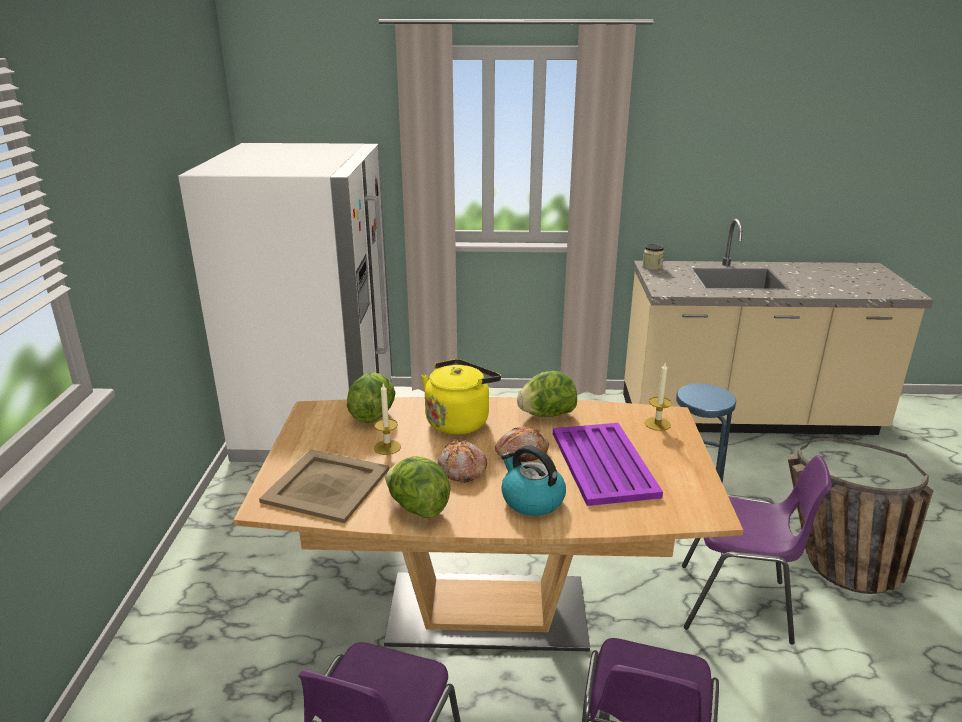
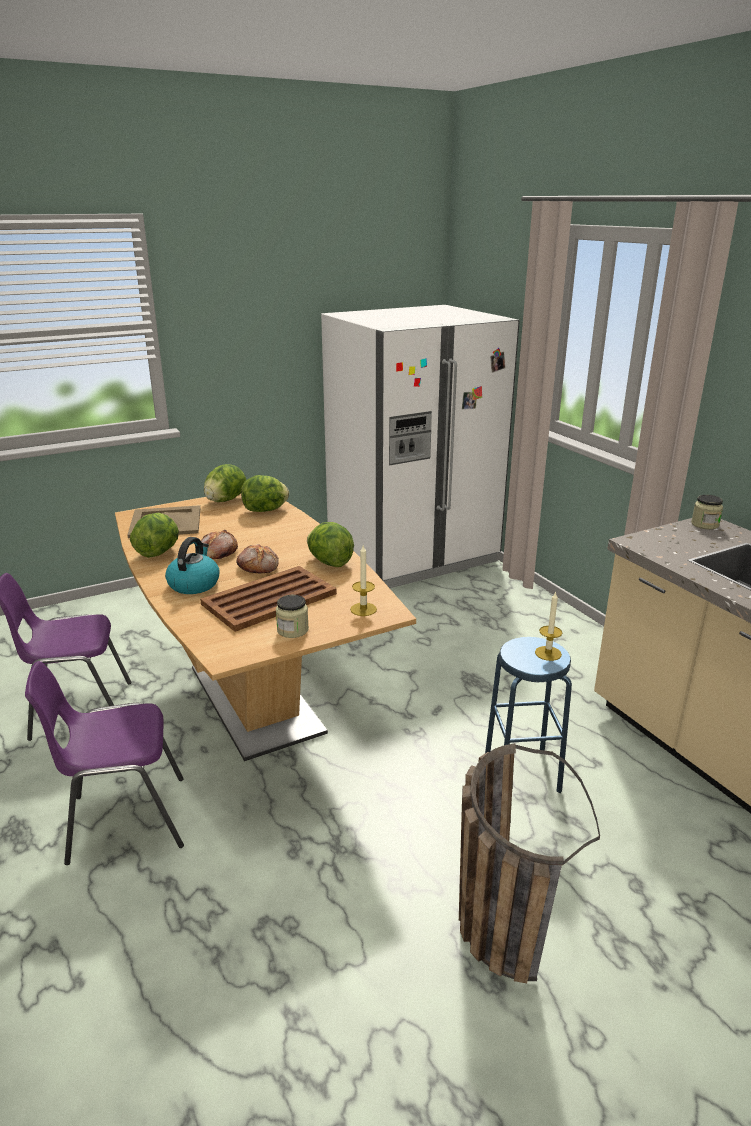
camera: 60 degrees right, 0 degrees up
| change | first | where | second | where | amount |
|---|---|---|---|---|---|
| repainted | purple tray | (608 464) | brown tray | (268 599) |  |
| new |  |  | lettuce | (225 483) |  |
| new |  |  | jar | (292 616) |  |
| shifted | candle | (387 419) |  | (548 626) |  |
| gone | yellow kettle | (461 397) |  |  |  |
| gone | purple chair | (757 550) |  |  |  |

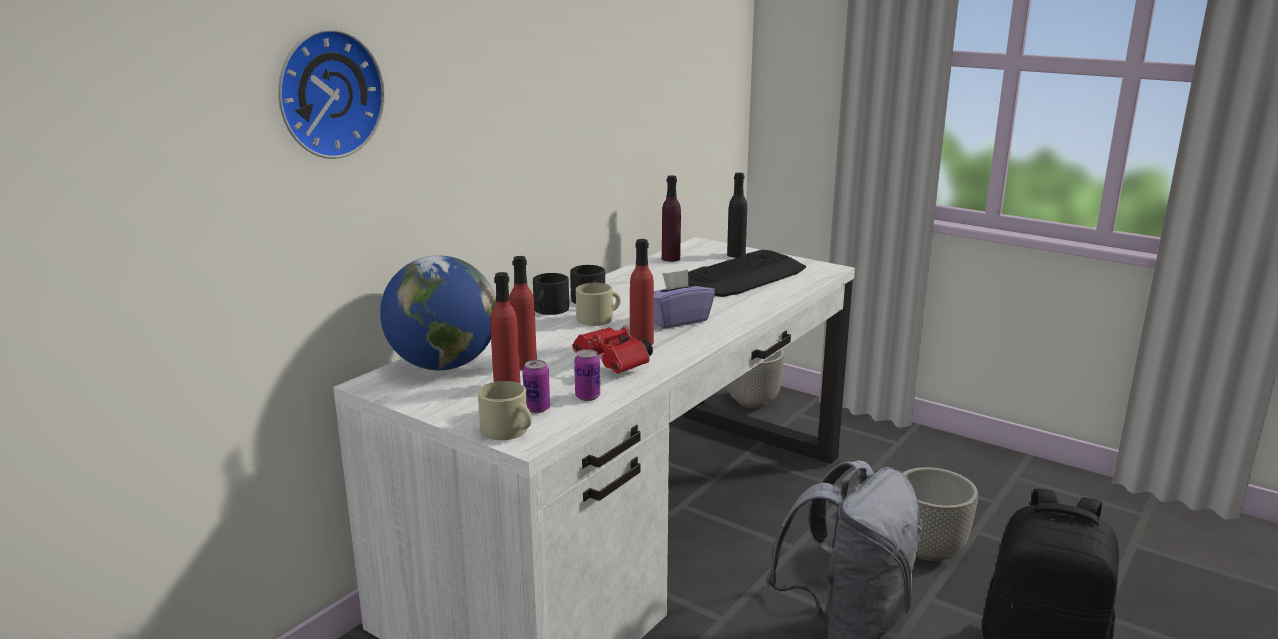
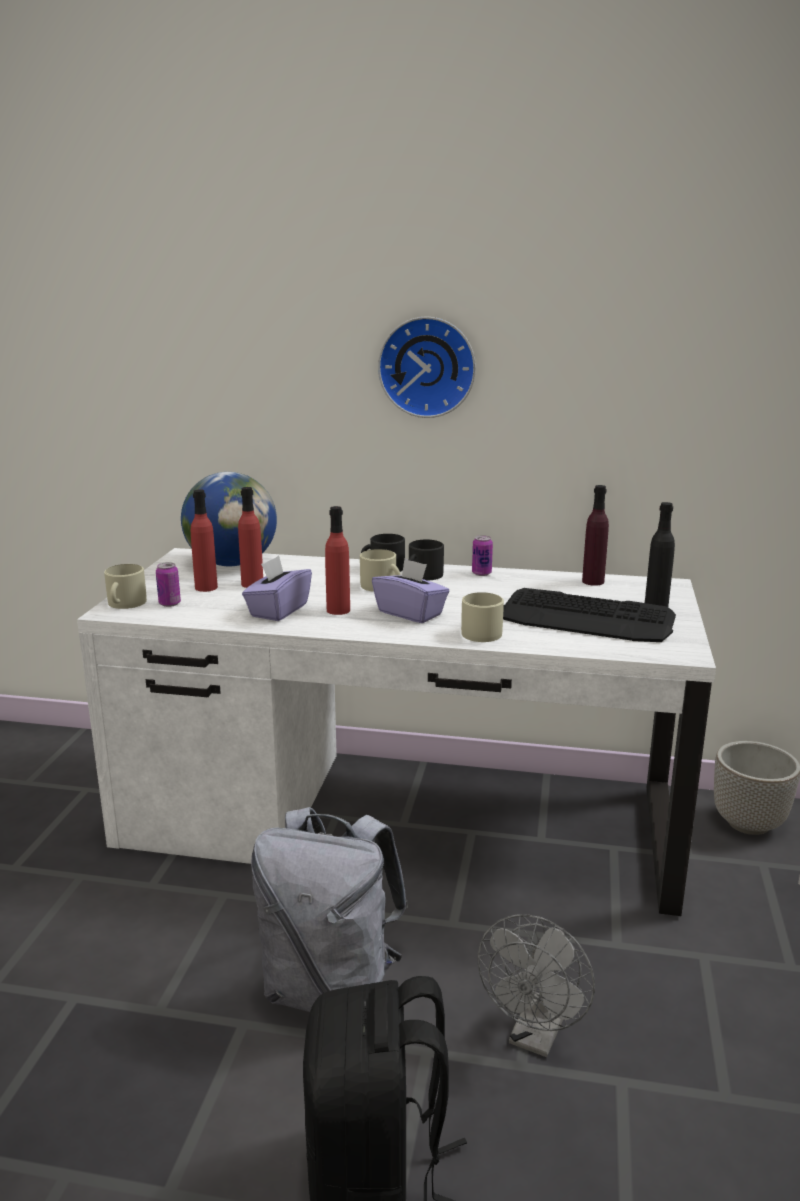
camera: 65 degrees right, 0 degrees up
| change | first | where | second | where | amount |
|---|---|---|---|---|---|
| swapped | red binoculars | (613 349) | purple tissue box | (277 588) |  |
| shifted | wall clock | (331 94) |  | (427 367) |  |
| new |  |  | beige mug | (482 617) |  |
| shifted | can | (587 375) |  | (482 555) |  |
| swapped | planter | (940 514) | grey fan | (536 985) |  |

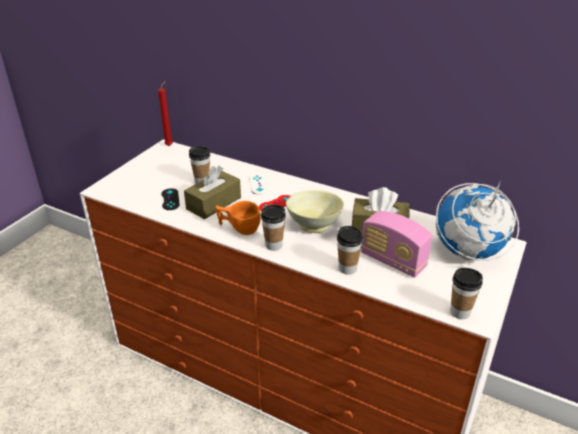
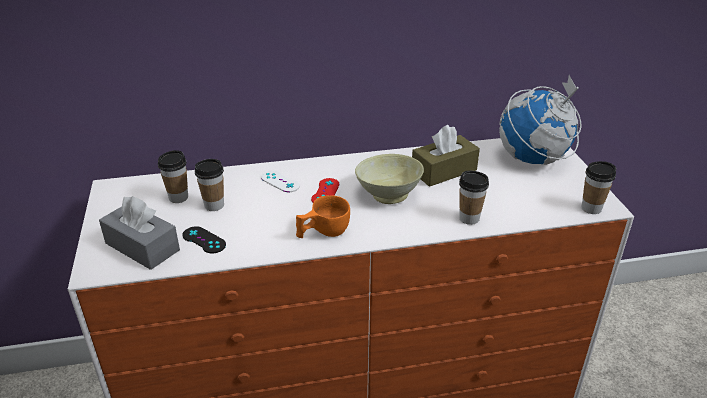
camera: 40 degrees left, 0 degrees up
| change | first | where | second | where | amount |
|---|---|---|---|---|---|
| new |  |  | grey tissue box | (139 233) |  |
| shifted | cup | (273 228) |  | (173 176) |  |
| gone | red candle | (165 113) |  |  |  |
| gone | brown tissue box | (212 192) |  |  |  |
| gone | radio | (396 244) |  |  |  |

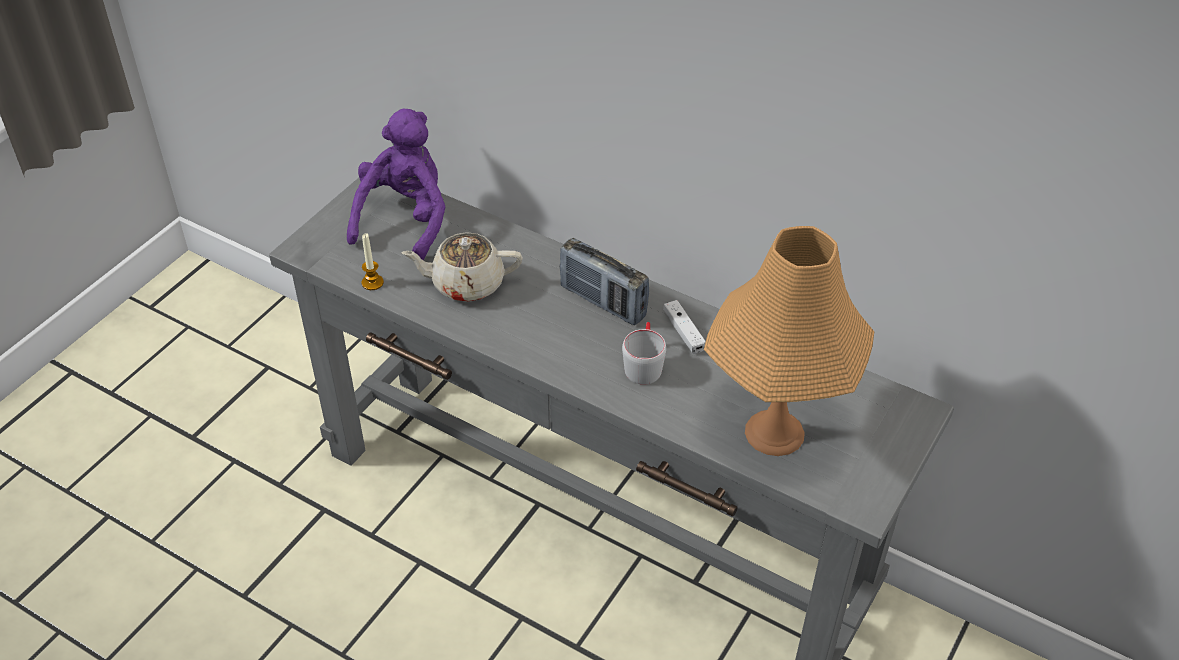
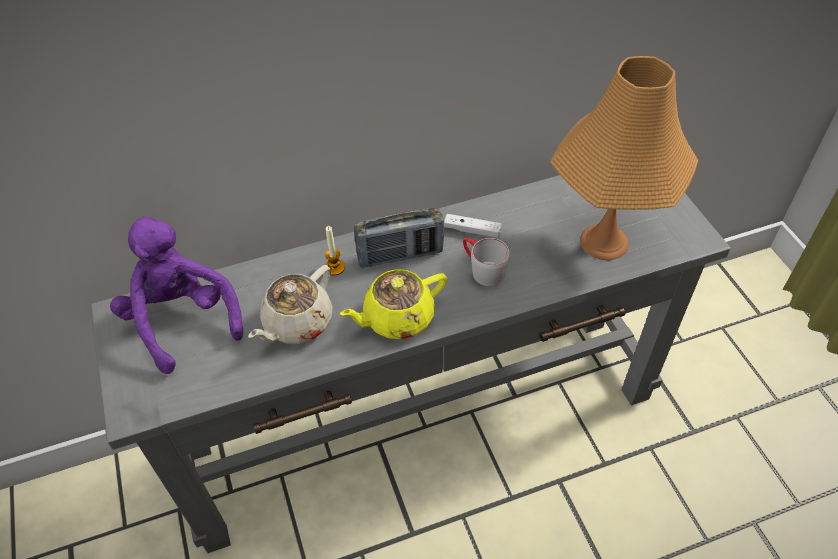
camera: 50 degrees left, 5 degrees up
| change | first | where | second | where | amount |
|---|---|---|---|---|---|
| shifted | candle | (373 261) |  | (335 250) |  |
| new |  |  | yellow teapot | (393 304) |  |

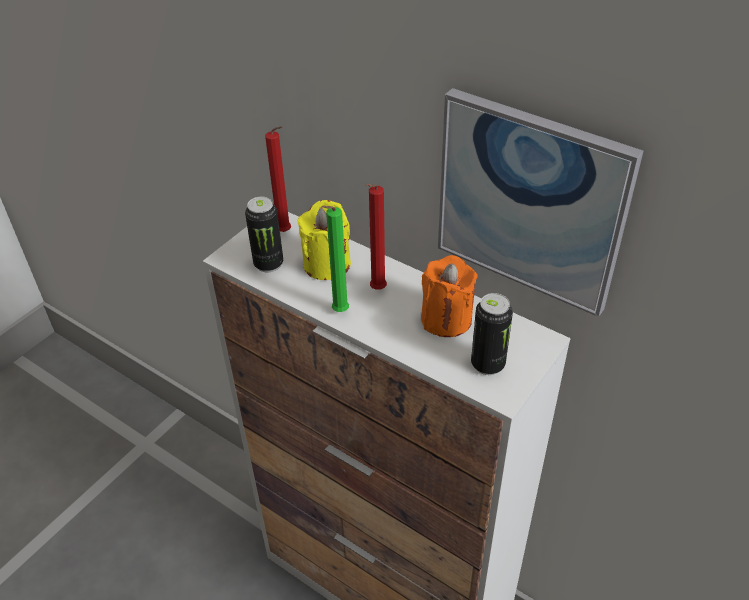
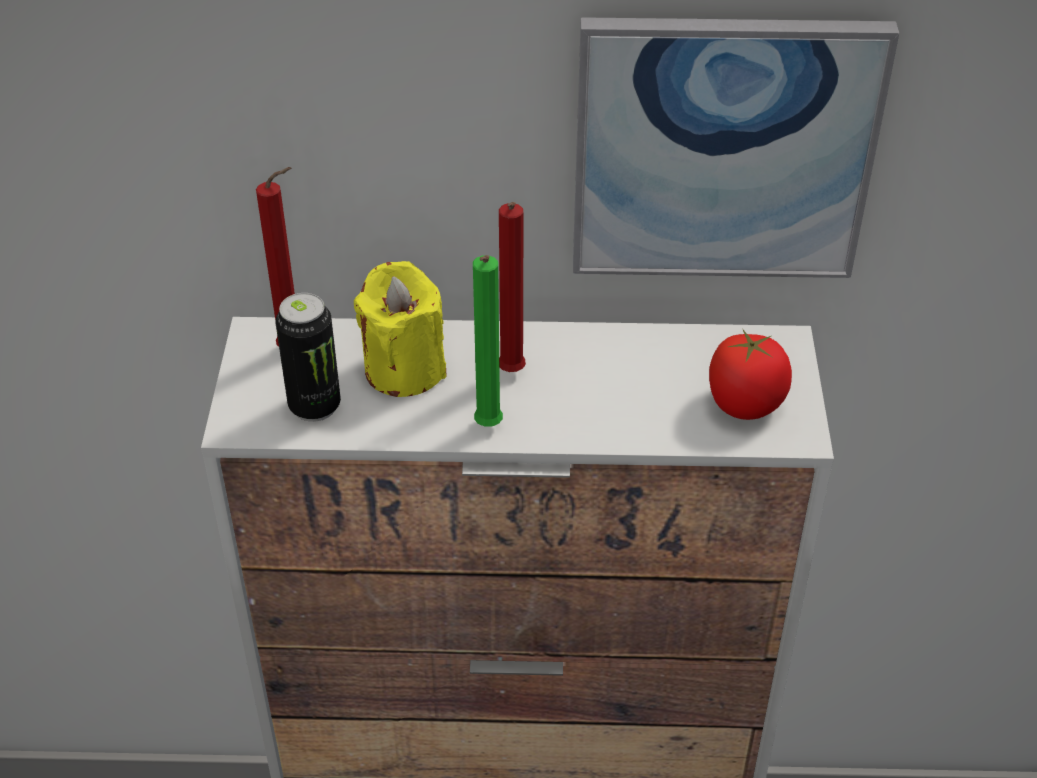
camera: 35 degrees left, 0 degrees up
| change | first | where | second | where | amount |
|---|---|---|---|---|---|
| swapped | can | (492 334) | tomato | (750 375) |  |
| gone | orange candle | (449 296) |  |  |  |

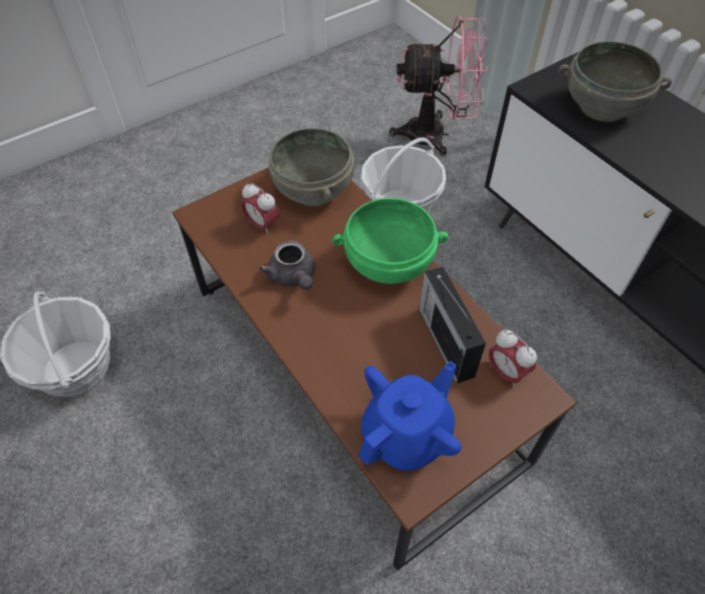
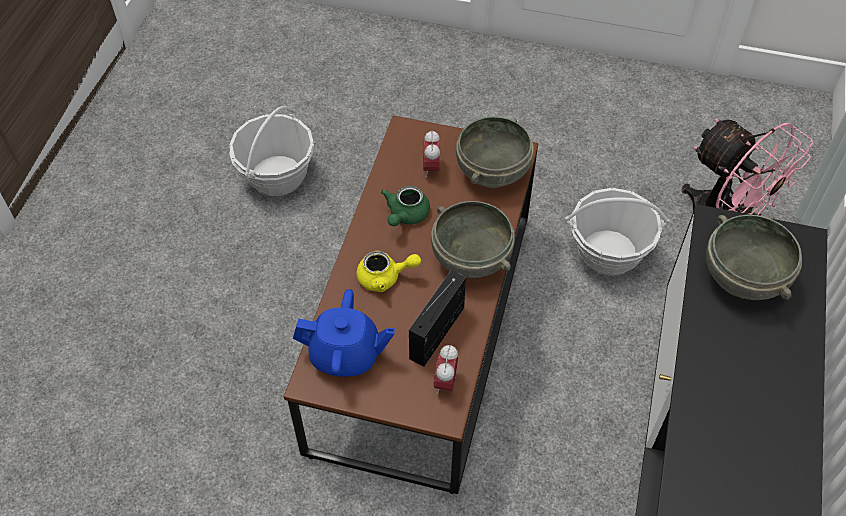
camera: 50 degrees right, 0 degrees up
| change | first | where | second | where | amount |
|---|---|---|---|---|---|
| new |  |  | yellow teapot | (389 271) |  |
| repainted | grey teapot | (287 265) | green teapot | (405 206) |  |
| repainted | green bowl | (390 241) | grey bowl | (473 239) |  |

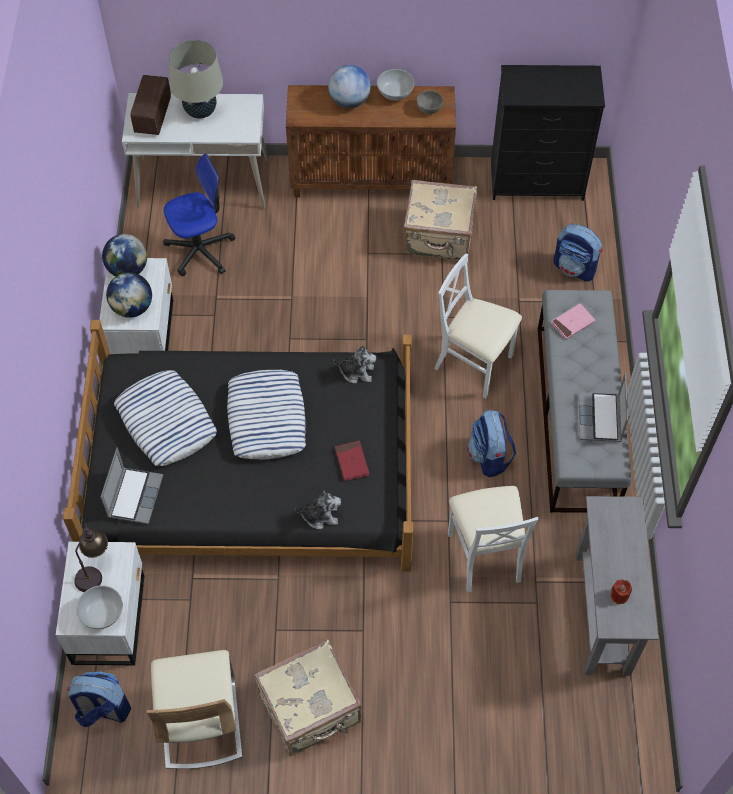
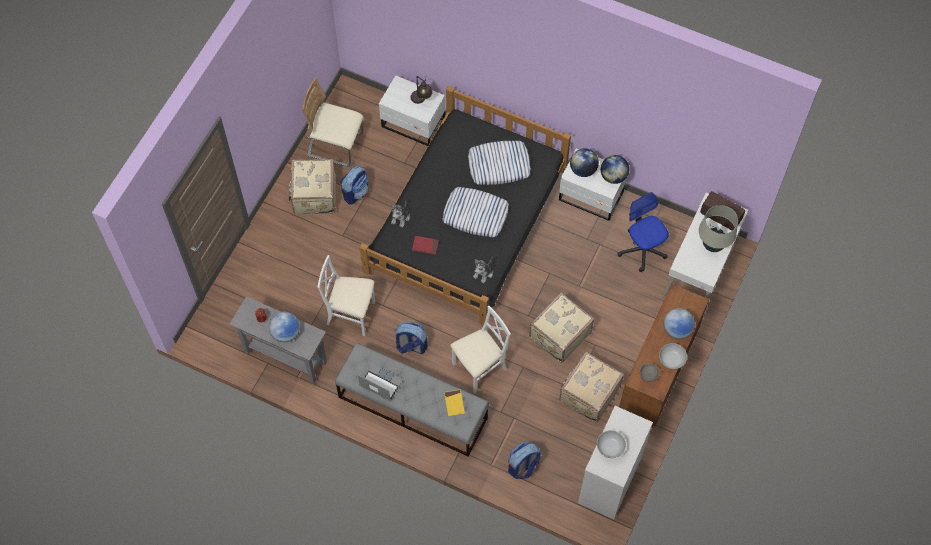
camera: 115 degrees right, 5 degrees up
| change | first | where | second | where | amount |
|---|---|---|---|---|---|
| new |  |  | globe | (284 327) |  |
| shifted | backpack | (98 699) |  | (354 185) |  |
| repainted | pink book | (573 321) | yellow book | (454 402) |  |
| new |  |  | beige suitcase | (561 327) |  |
| repainted | black dresser | (548 133) | white dresser | (615 463) |  |
| shifted | white bowl | (99 607) |  | (611 444) |  |
| rotated | office chair | (199 215) |  | (643 232) | 150 degrees clockwise |
| gone | laptop | (132 486) |  |  |  |

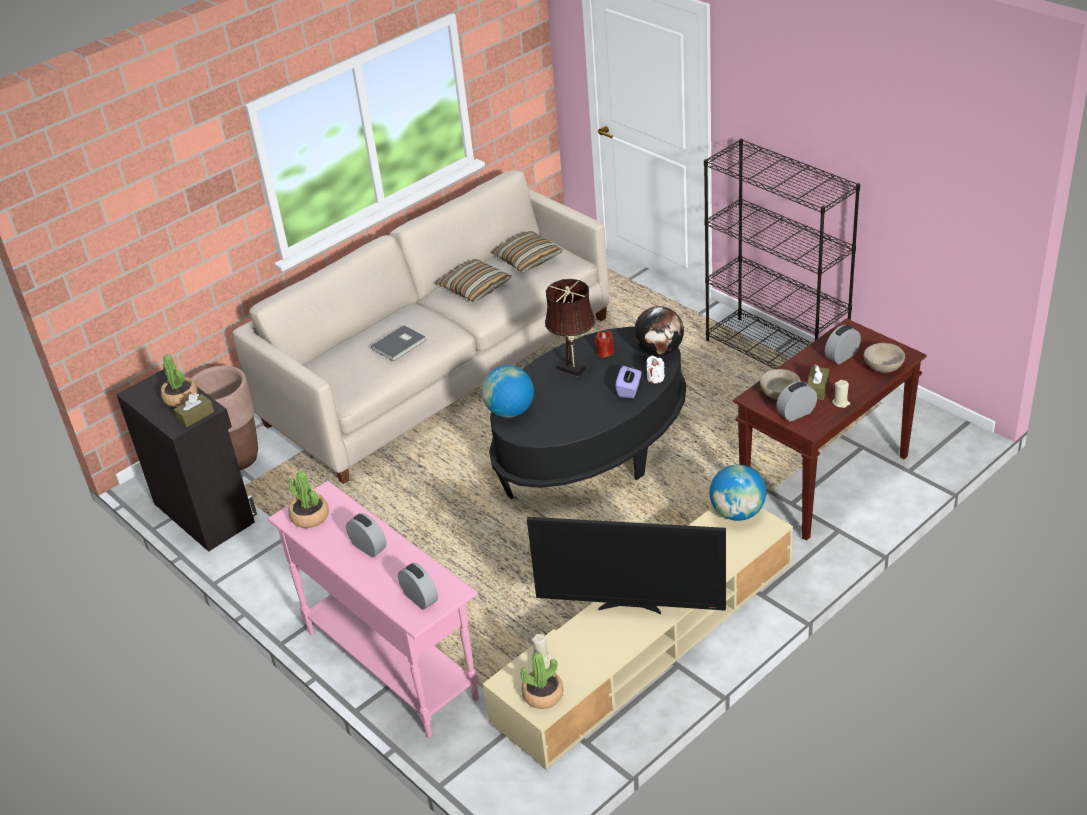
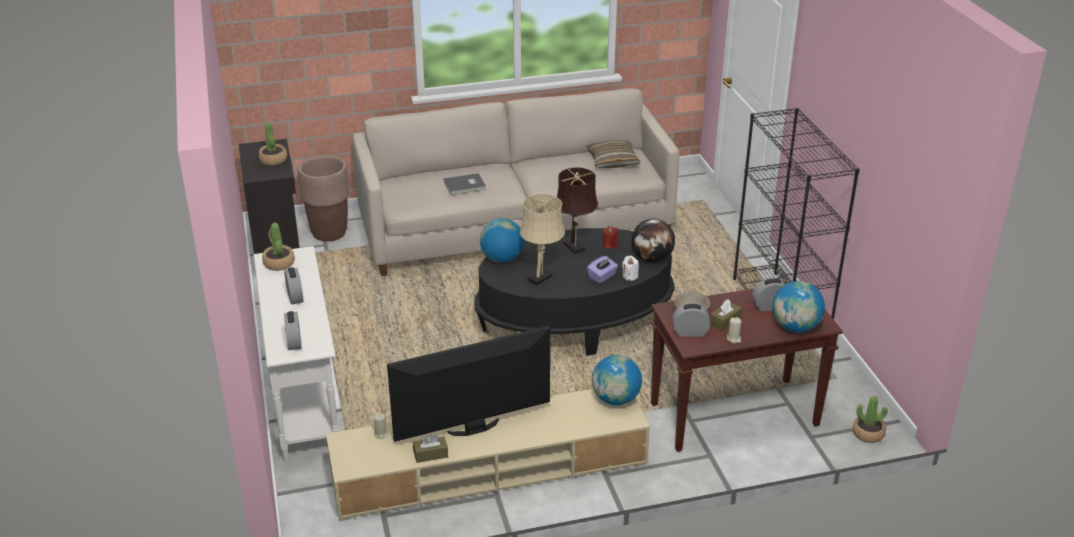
camera: 25 degrees right, 5 degrees down
| change | first | where | second | where | amount |
|---|---|---|---|---|---|
| repainted | pink console table | (373 609) | white console table | (296 354) |  |
| rotated | television | (626 566) |  | (468 384) | 120 degrees clockwise |
| shifted | brown tissue box | (194 410) |  | (430 449) |  |
| new |  |  | beige table lamp | (542 240) |  |
| swapped | beige bowl | (884 358) | globe | (798 306) |  |
| shifted | potted plant | (542 680) |  | (870 419) |  |
| gone | pillow | (474 280) |  |  |  |

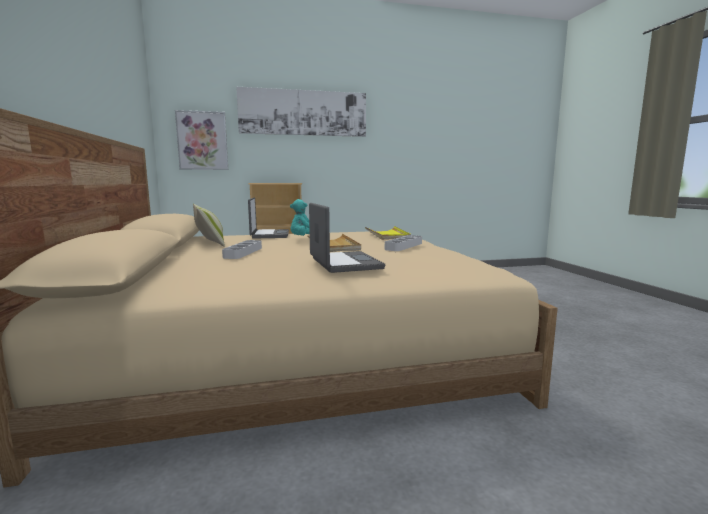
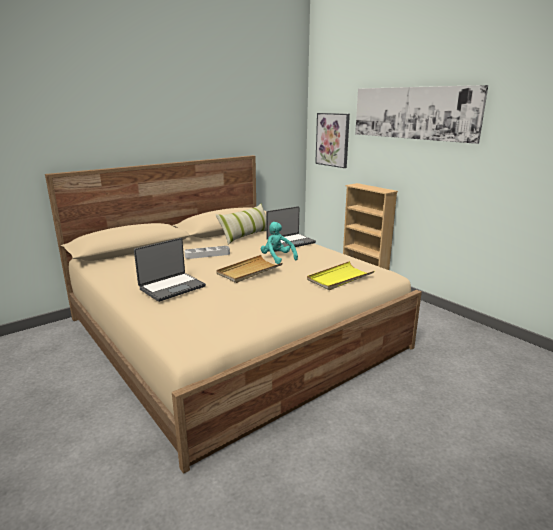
camera: 65 degrees right, 10 degrees up
| change | first | where | second | where | amount |
|---|---|---|---|---|---|
| gone | grey tray | (403 243) |  |  |  |

